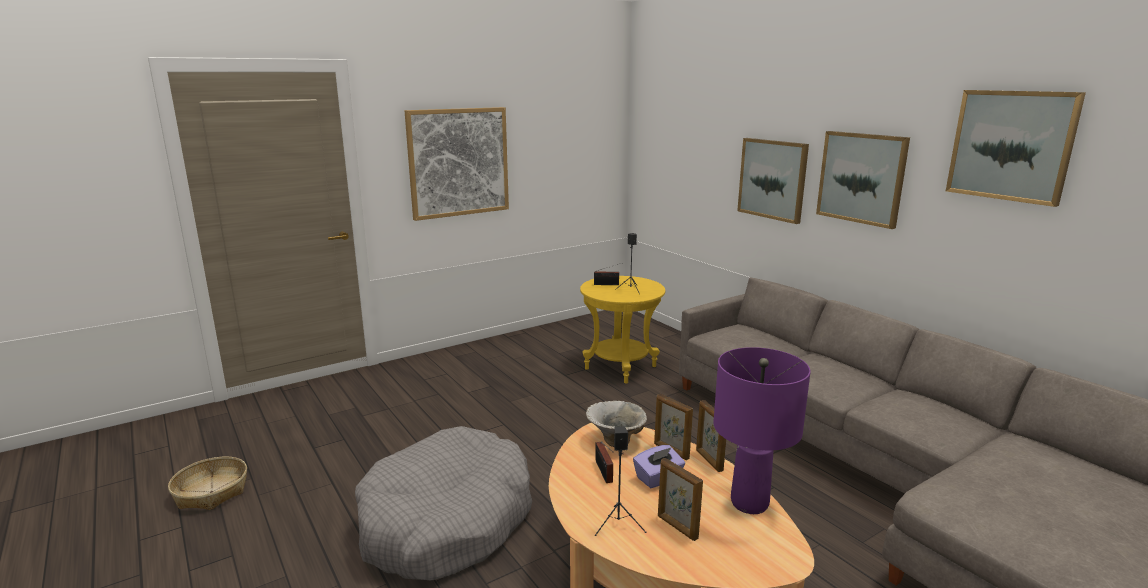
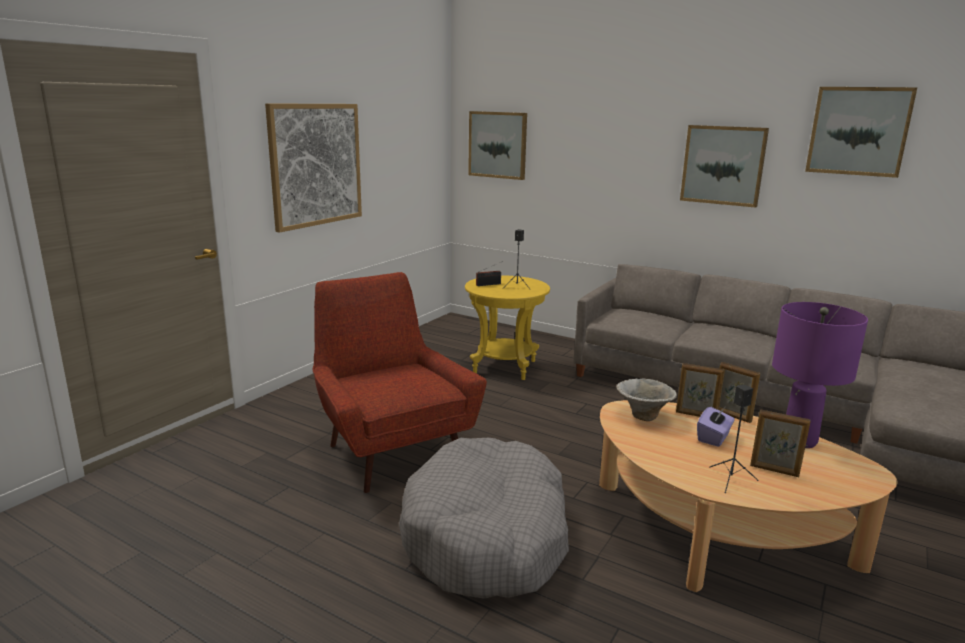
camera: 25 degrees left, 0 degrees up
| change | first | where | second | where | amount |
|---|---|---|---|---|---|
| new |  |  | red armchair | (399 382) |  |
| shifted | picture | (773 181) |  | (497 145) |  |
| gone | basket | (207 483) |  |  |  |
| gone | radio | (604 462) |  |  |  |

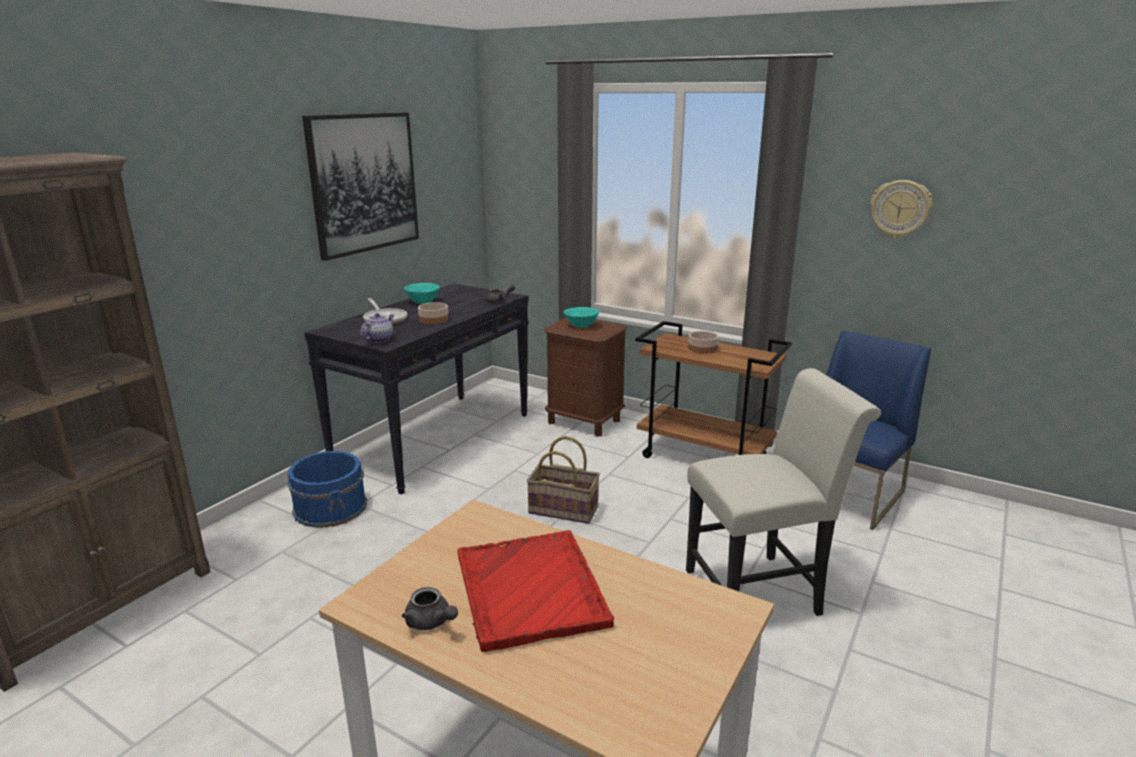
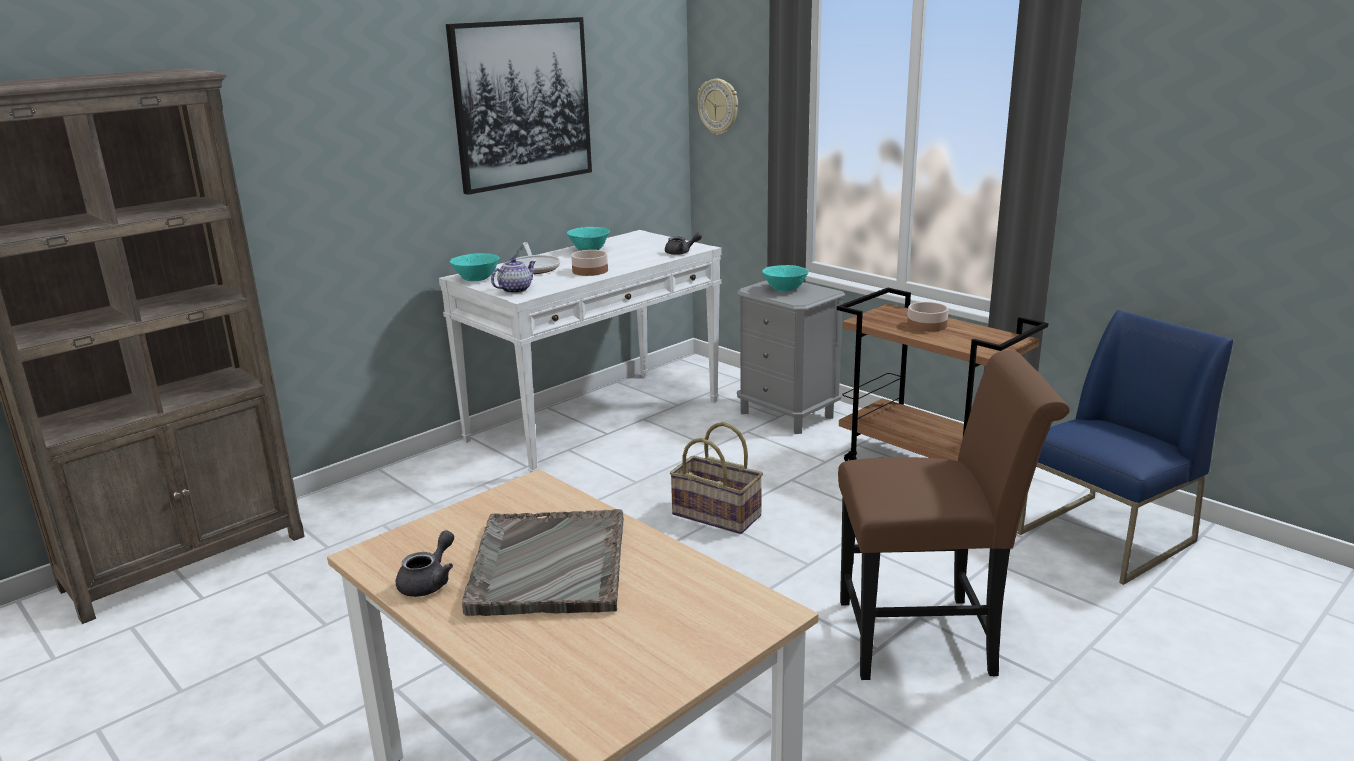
camera: 15 degrees right, 0 degrees up
| change | first | where | second | where | amount |
|---|---|---|---|---|---|
| rotated | grey teapot | (430 608) |  | (425 563) | 120 degrees counterclockwise |
| repainted | black console table | (416 389) | white console table | (580 351) |  |
| new |  |  | turquoise bowl | (475 267) |  |
| repainted | red tray | (535 591) | grey tray | (543 562) |  |
| shifted | wall clock | (901 209) |  | (717 107) |  |
| repainted | brown nightstand | (585 377) | grey nightstand | (791 357) |  |
| repainted | white chair | (783 492) | brown chair | (954 515) |  |
| gone | blue bucket | (327 489) |  |  |  |

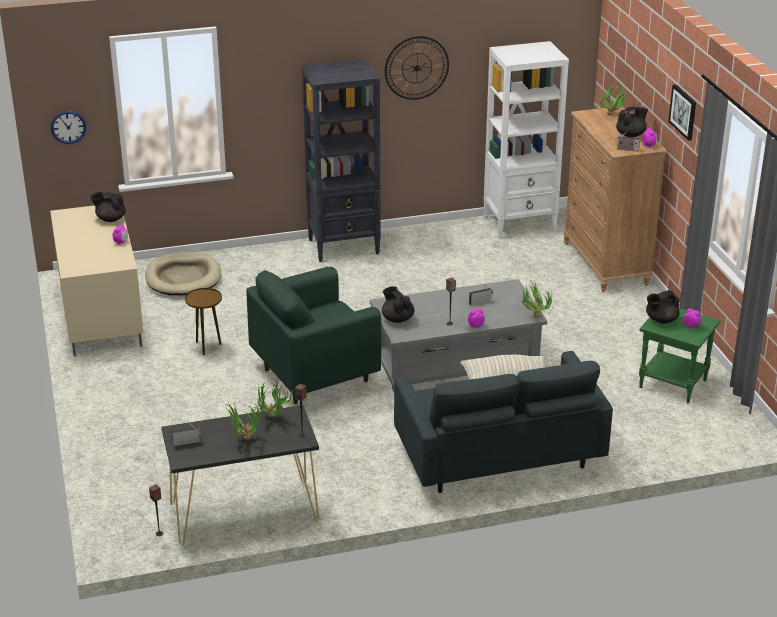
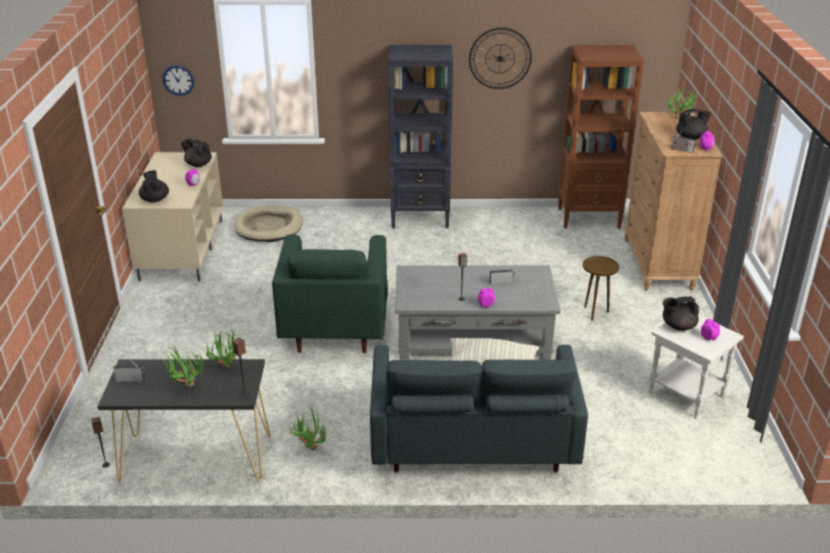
camera: 15 degrees right, 0 degrees up
| change | first | where | second | where | amount |
|---|---|---|---|---|---|
| shifted | black teapot | (398 304) |  | (154 186) |  |
| rotated | green armchair | (313 335) |  | (330 293) | 75 degrees counterclockwise |
| shifted | potted plant | (536 299) |  | (307 429) |  |
| repainted | white bookcase | (526 140) | brown bookcase | (601 137) |  |
| shifted | brown side table | (203 321) |  | (601 288) |  |
| repainted | green side table | (680 355) | white side table | (696 367) |  |
| gone | picture | (682 112) |  |  |  |

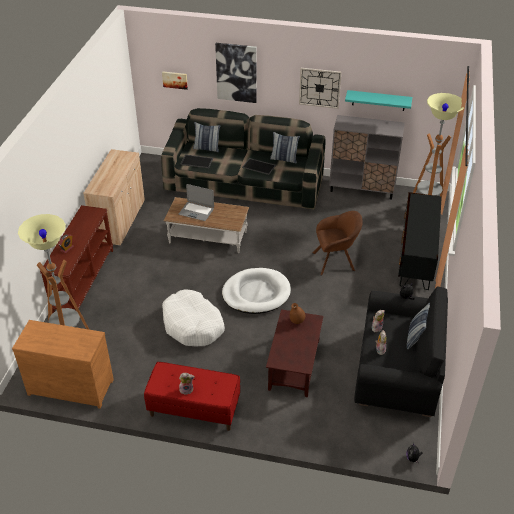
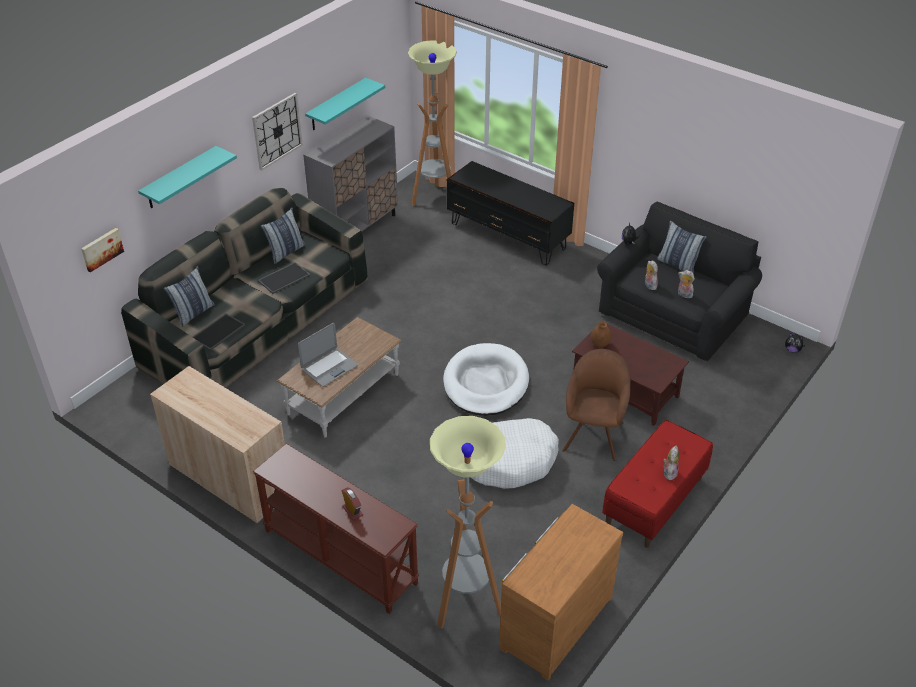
camera: 65 degrees left, 0 degrees up
| change | first | where | second | where | amount |
|---|---|---|---|---|---|
| swapped | picture | (236 73) | turquoise shelf | (187 177) |  |
| shifted | brown armchair | (337 243) |  | (596 405) |  |

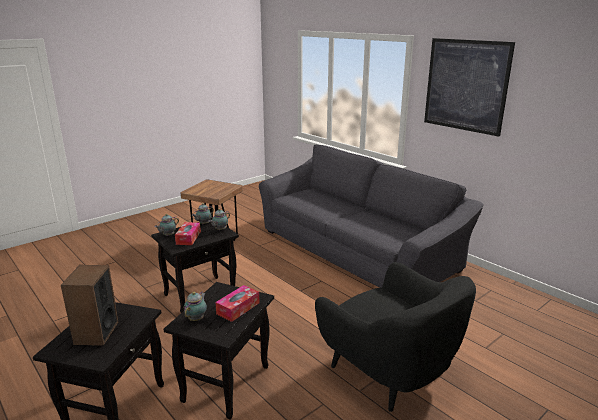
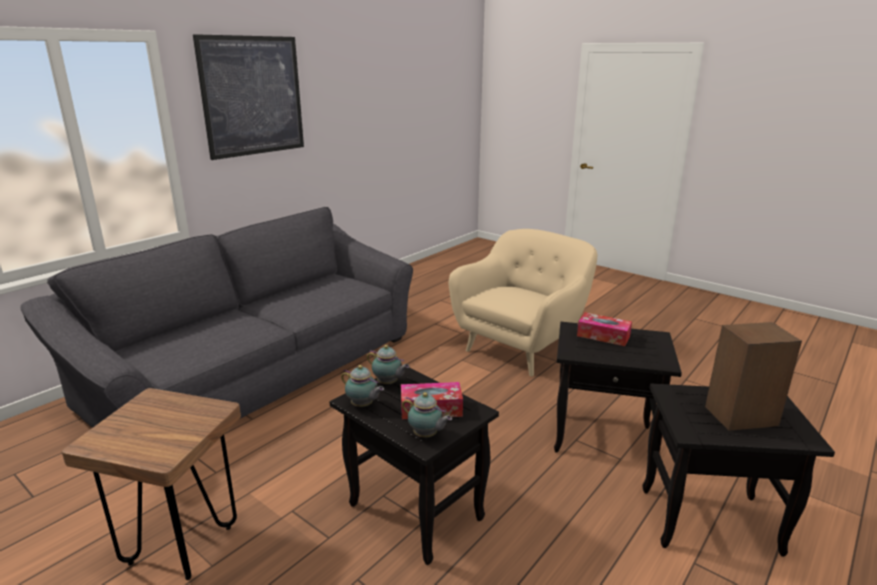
camera: 100 degrees left, 0 degrees up
| change | first | where | second | where | amount |
|---|---|---|---|---|---|
| repainted | black armchair | (395 337) | beige armchair | (523 302) |  |
| gone | teapot | (195 306) |  |  |  |

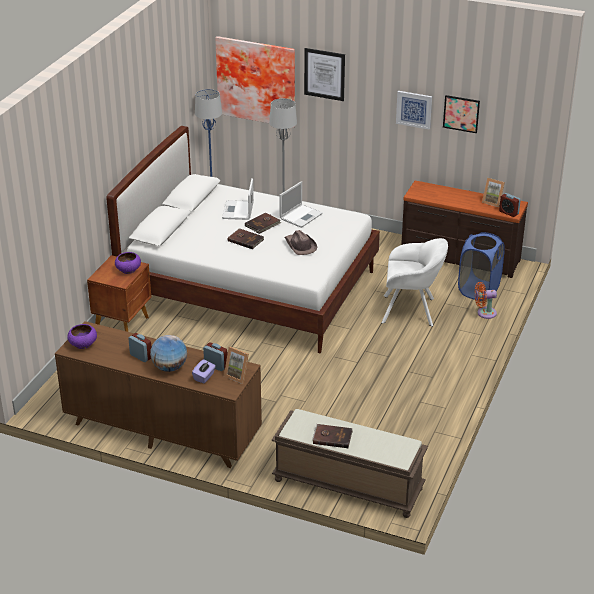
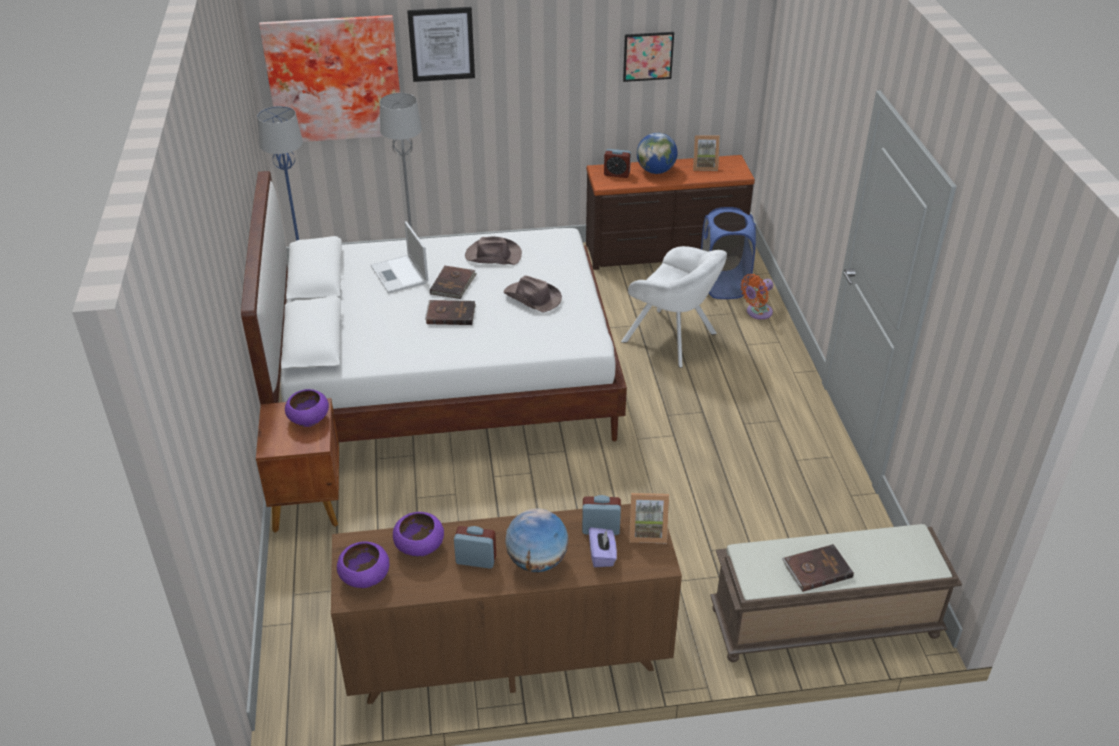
camera: 30 degrees left, 5 degrees up
| change | first | where | second | where | amount |
|---|---|---|---|---|---|
| new |  |  | purple bowl | (418 534) |  |
| swapped | laptop | (301 204) | brown hat | (493 251) |  |
| shifted | alarm clock | (510 205) |  | (617 163) |  |
| rotated | white armchair | (414 282) |  | (674 307) | 60 degrees clockwise |
| new |  |  | globe | (657 153) |  |
| gone | picture | (414 110) |  |  |  |

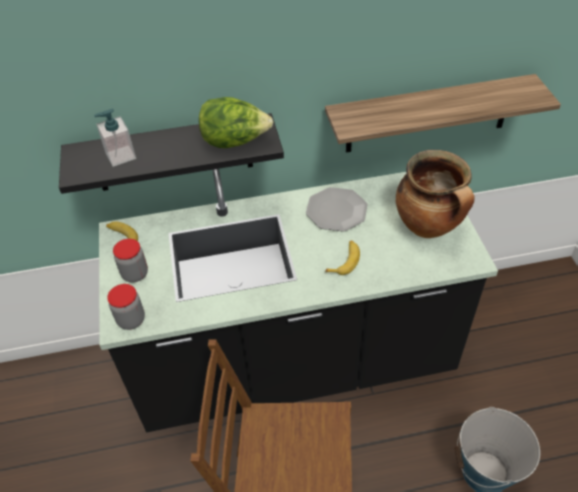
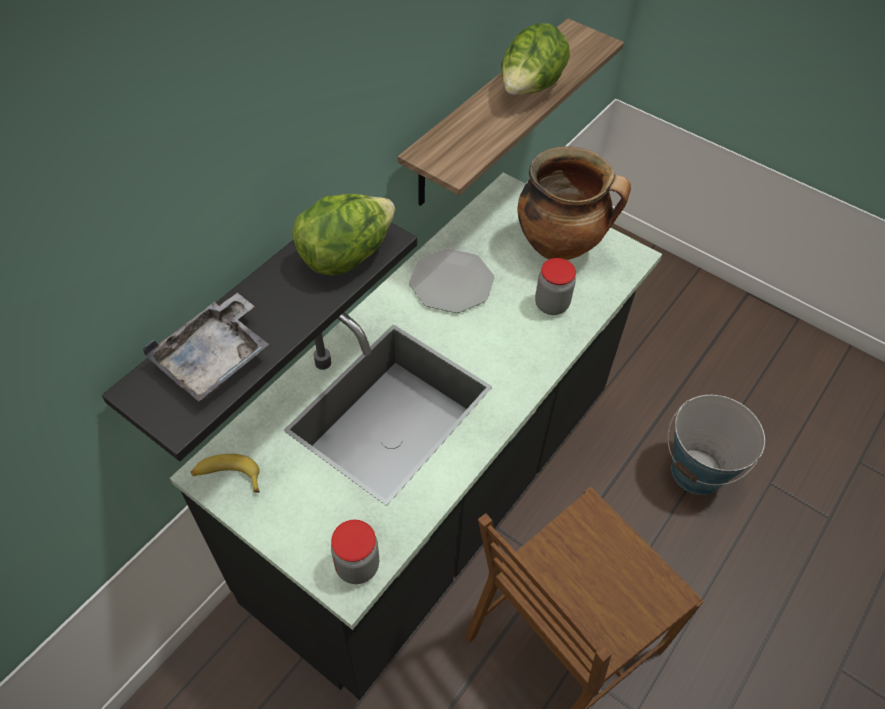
camera: 45 degrees left, 5 degrees up
| change | first | where | second | where | amount |
|---|---|---|---|---|---|
| swapped | soap dispenser | (115 138) | grey tray | (205 347) |  |
| new |  |  | lettuce | (535 59) |  |
| shifted | jar | (130 260) |  | (555 286) |  |
| gone | banana | (342 258) |  |  |  |

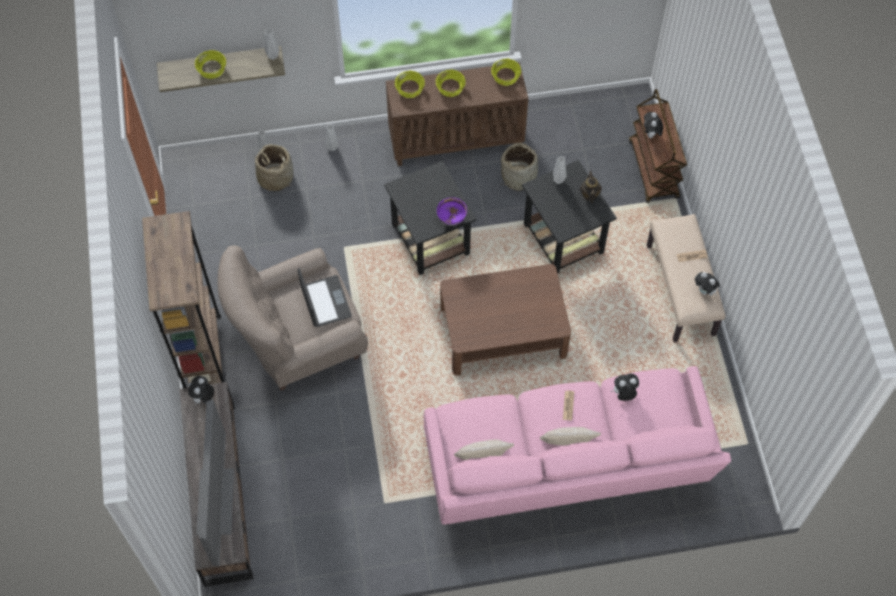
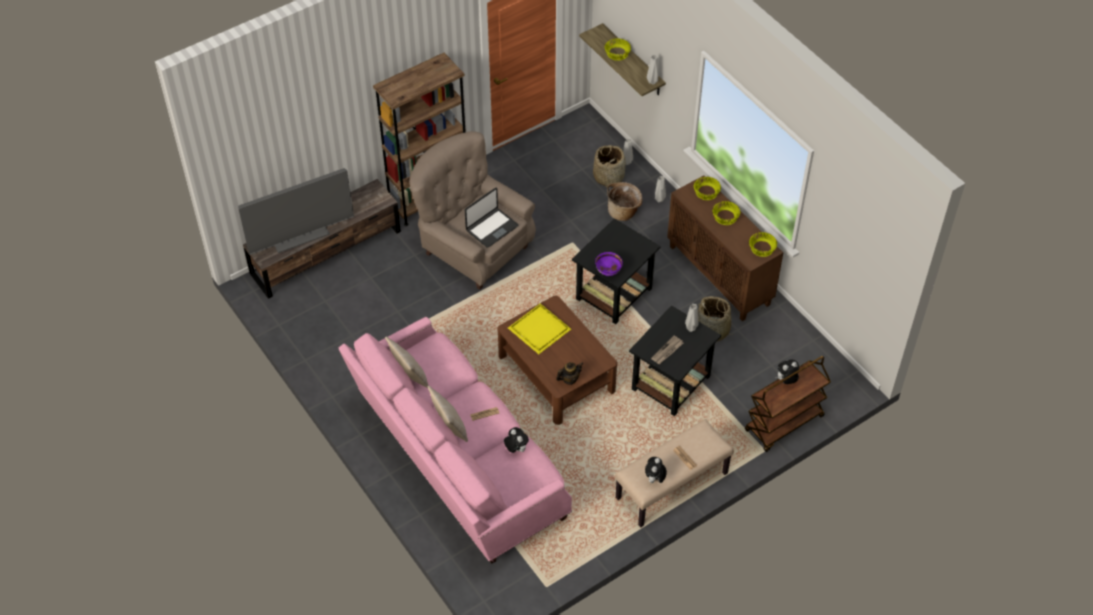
camera: 65 degrees right, 10 degrees down
| change | first | where | second | where | amount |
|---|---|---|---|---|---|
| new |  |  | yellow tray | (539 328) |  |
| shifted | teapot | (591 187) |  | (569 373) |  |
| new |  |  | basket | (625 201) |  |
| new |  |  | newspaper | (667 349) |  |
| gone | plush toy | (201 391) |  |  |  |

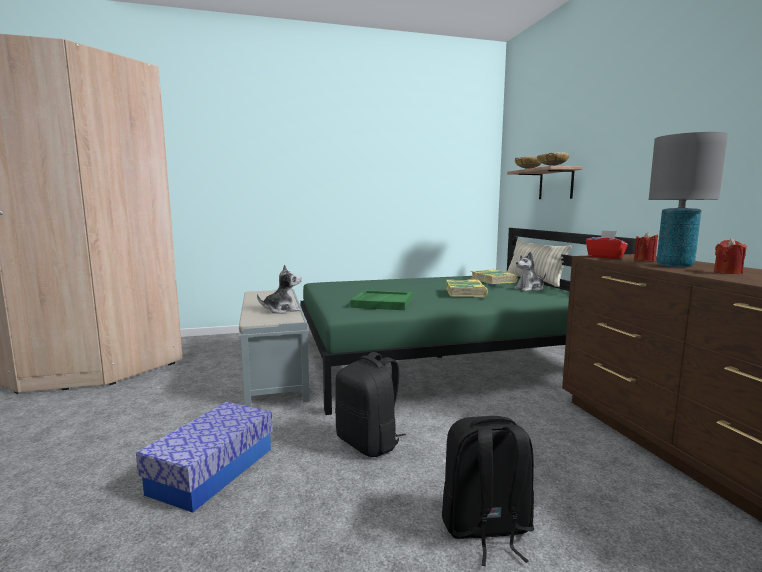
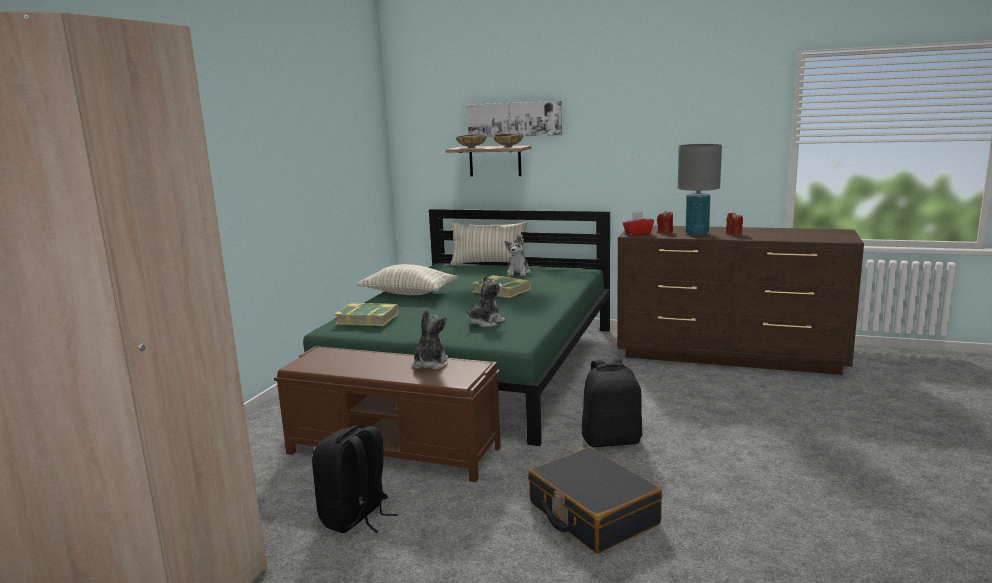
camera: 55 degrees left, 5 degrees up
| change | first | where | second | where | amount |
|---|---|---|---|---|---|
| repainted | grey bench | (274 348) | brown bench | (387 414) |  |
| shifted | black backpack | (488 491) |  | (355 479) |  |
| shifted | book | (494 276) |  | (366 314) |  |
| new |  |  | pillow | (407 279) |  |
| swapped | green tray | (381 300) | plush toy | (485 300) |  |
| new |  |  | picture | (514 119) |  |
| swapped | storage box | (204 457) | black suitcase | (595 500) |  |

